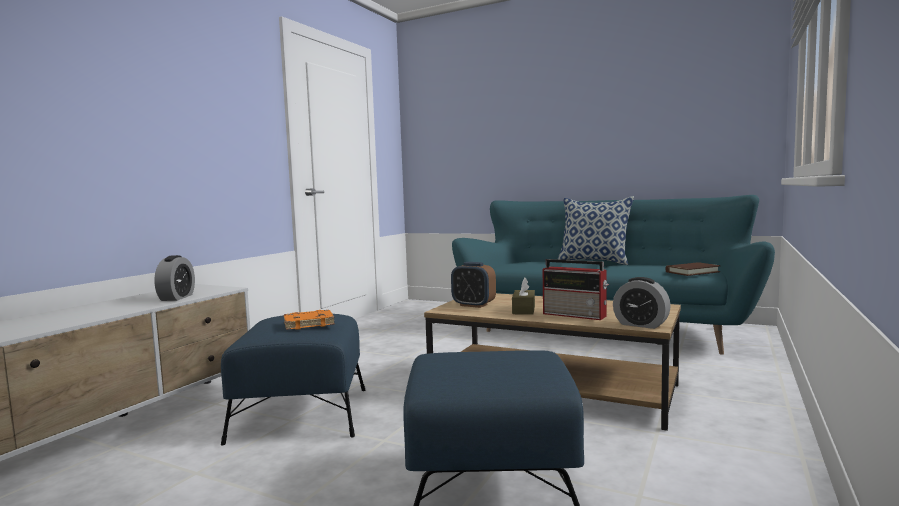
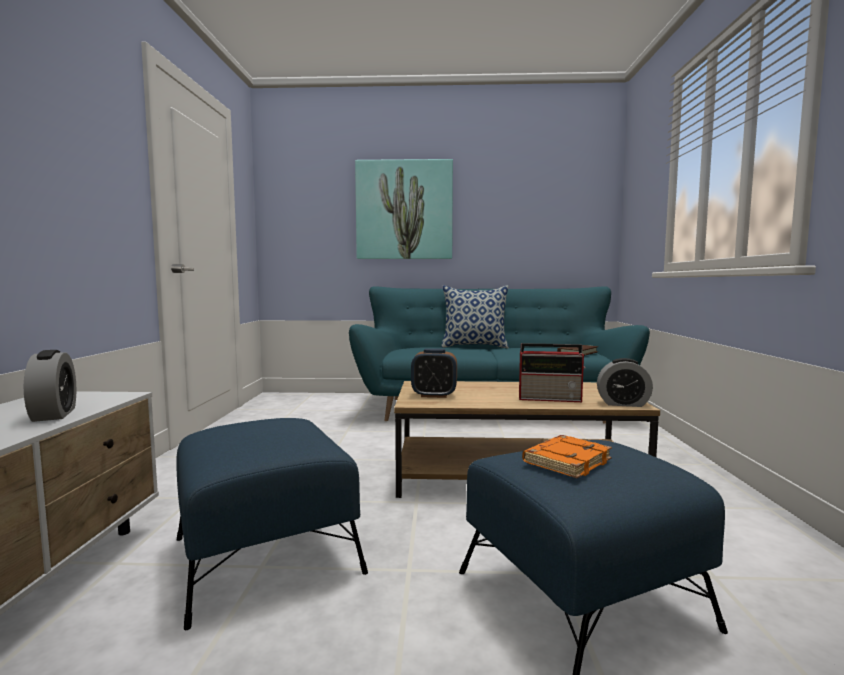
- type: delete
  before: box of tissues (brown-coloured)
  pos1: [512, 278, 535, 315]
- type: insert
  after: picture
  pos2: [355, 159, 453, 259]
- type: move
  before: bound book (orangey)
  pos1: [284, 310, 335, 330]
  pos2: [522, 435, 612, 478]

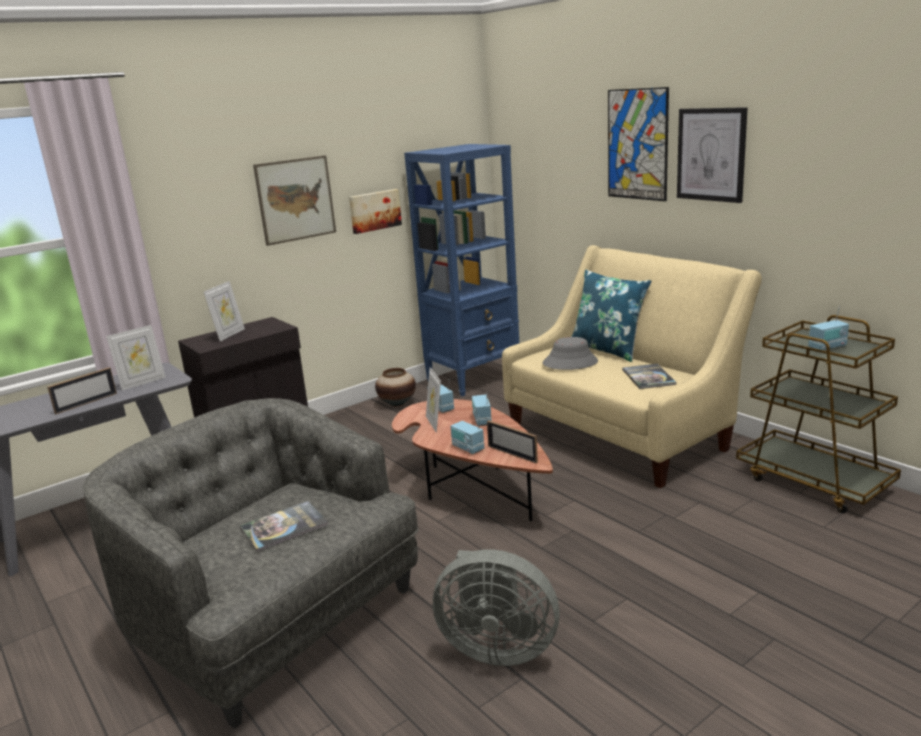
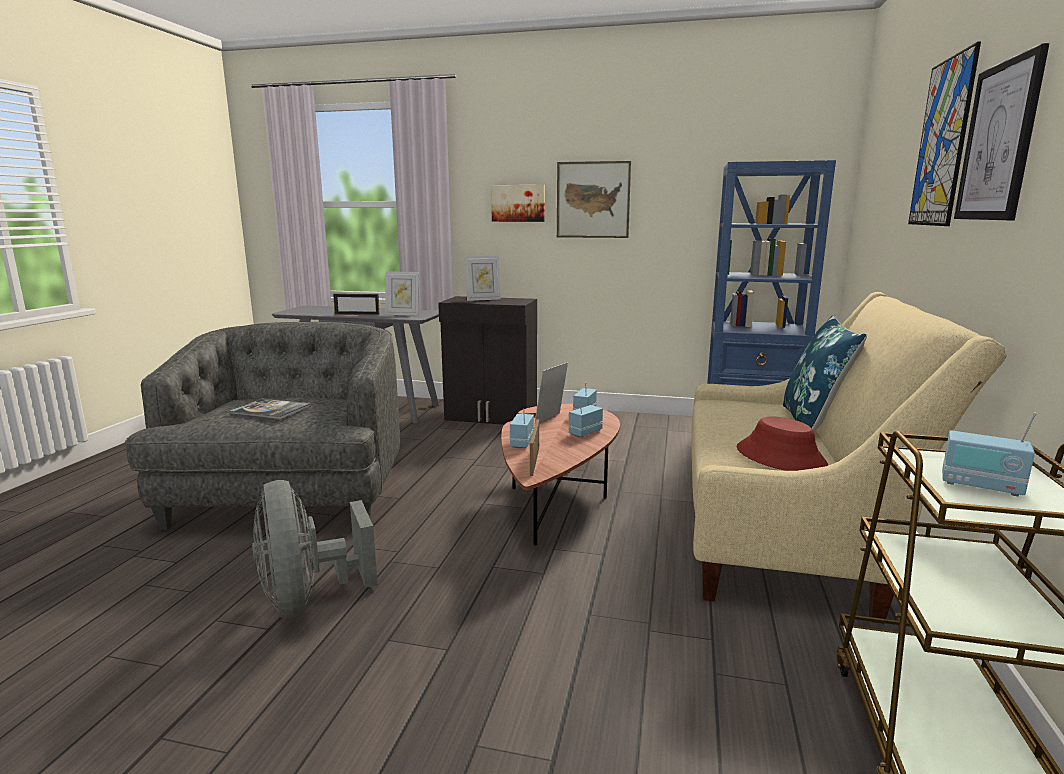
- type: delete
  before: flower vase
  pos1: [375, 368, 416, 406]
- type: delete
  before: hat (greyish)
  pos1: [543, 337, 598, 370]
- type: move
  before: picture
  pos1: [349, 189, 402, 234]
  pos2: [491, 185, 545, 222]
- type: replace
  before: bound book
  after: hat (red)
  pos1: [622, 364, 676, 389]
  pos2: [736, 416, 829, 471]

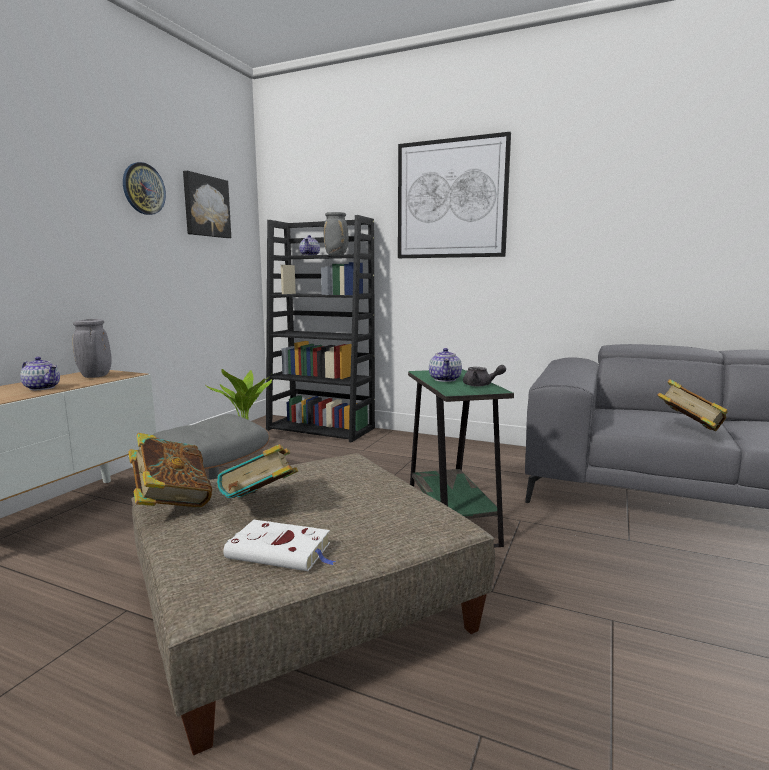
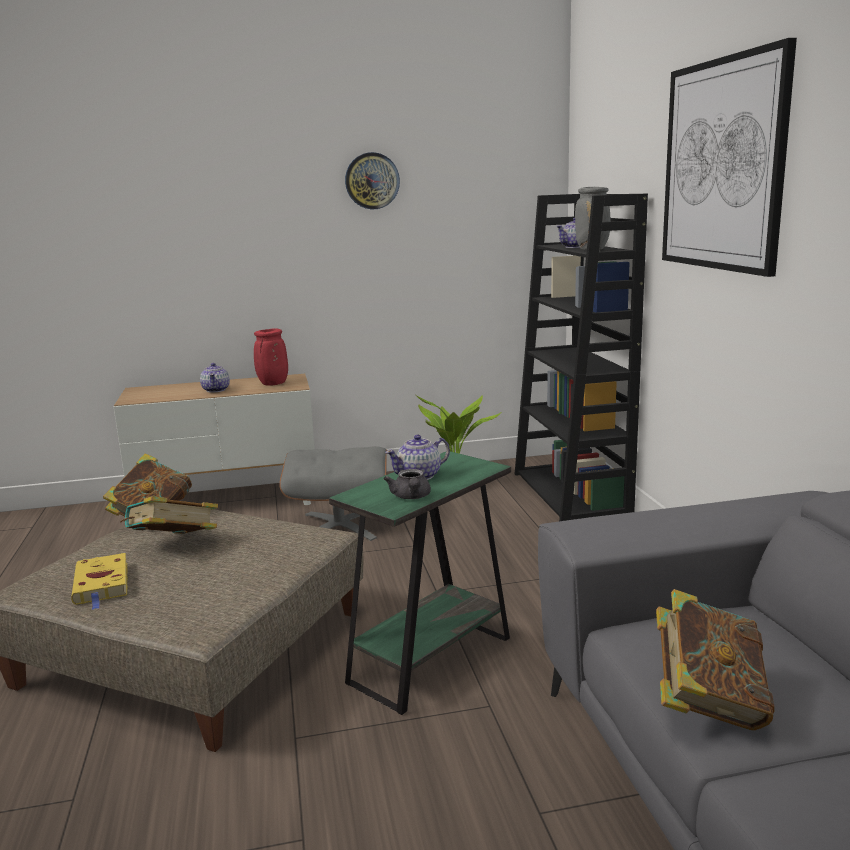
- type: delete
  before: picture
  pos1: [183, 171, 231, 238]
- type: recolor
  before: flower vase (greyish)
  after: flower vase (red)
  pos1: [72, 319, 112, 378]
  pos2: [254, 328, 288, 386]
- type: recolor
  before: bound book (white-coloured)
  after: bound book (yellow-coloured)
  pos1: [223, 520, 336, 571]
  pos2: [71, 553, 128, 610]

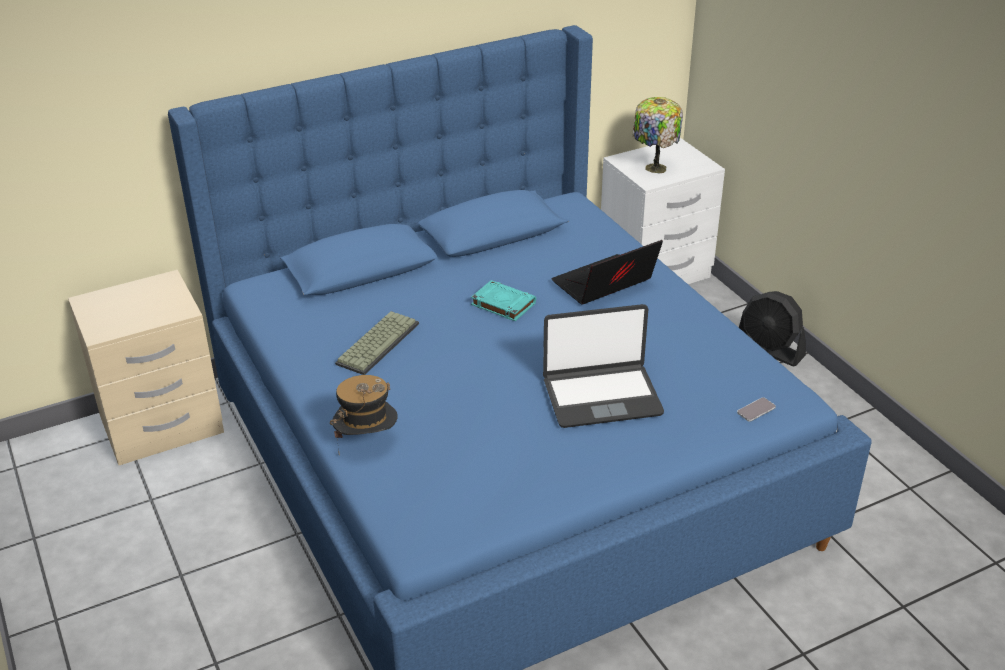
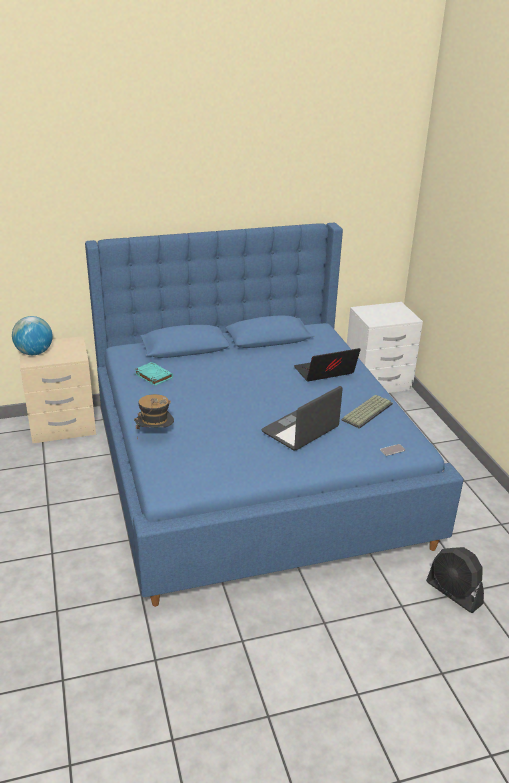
- type: delete
  before: tabletop lamp
  pos1: [632, 97, 683, 173]
- type: insert
  after: globe
  pos2: [12, 316, 53, 355]
- type: move
  before: PC keyboard
  pos1: [335, 311, 419, 375]
  pos2: [342, 395, 393, 429]
- type: move
  before: bound book (blue-green)
  pos1: [471, 280, 536, 321]
  pos2: [135, 362, 173, 386]
- type: move
  before: electric fan (blackish)
  pos1: [739, 291, 806, 366]
  pos2: [426, 547, 484, 613]
- type: rotate
  before: portable computer
  pos1: [543, 304, 664, 428]
  pos2: [261, 386, 343, 451]
  turn: 135

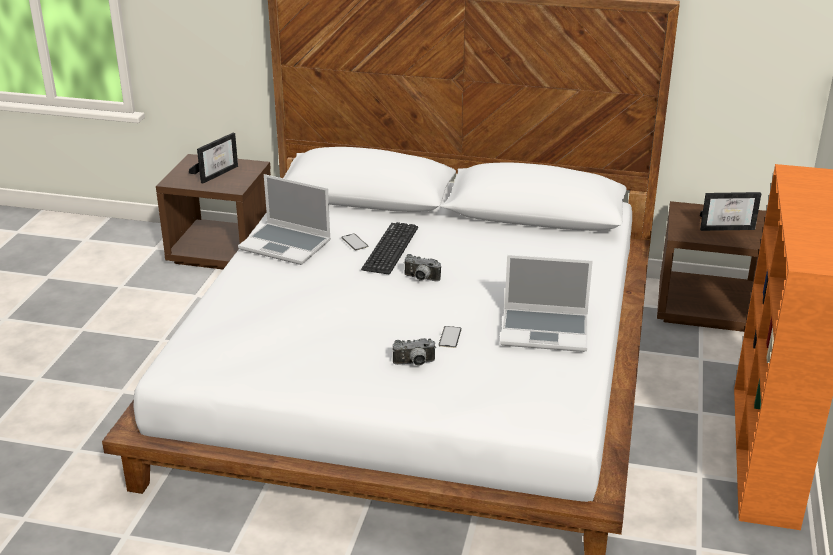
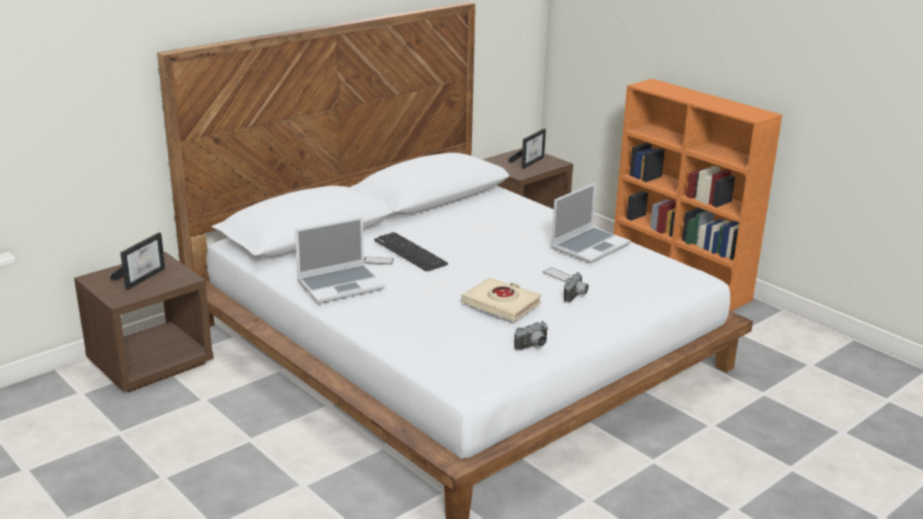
- type: insert
  after: bound book (beige-coloured)
  pos2: [461, 278, 542, 322]
- type: move
  before: photo camera
  pos1: [404, 254, 441, 281]
  pos2: [514, 321, 548, 351]
- type: rotate
  before: standing frame
  pos1: [189, 133, 238, 184]
  pos2: [111, 232, 165, 290]
  turn: 45

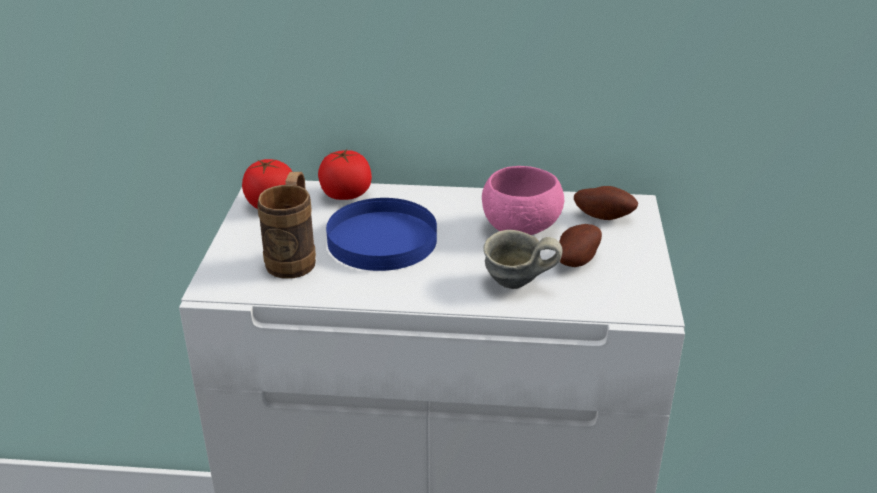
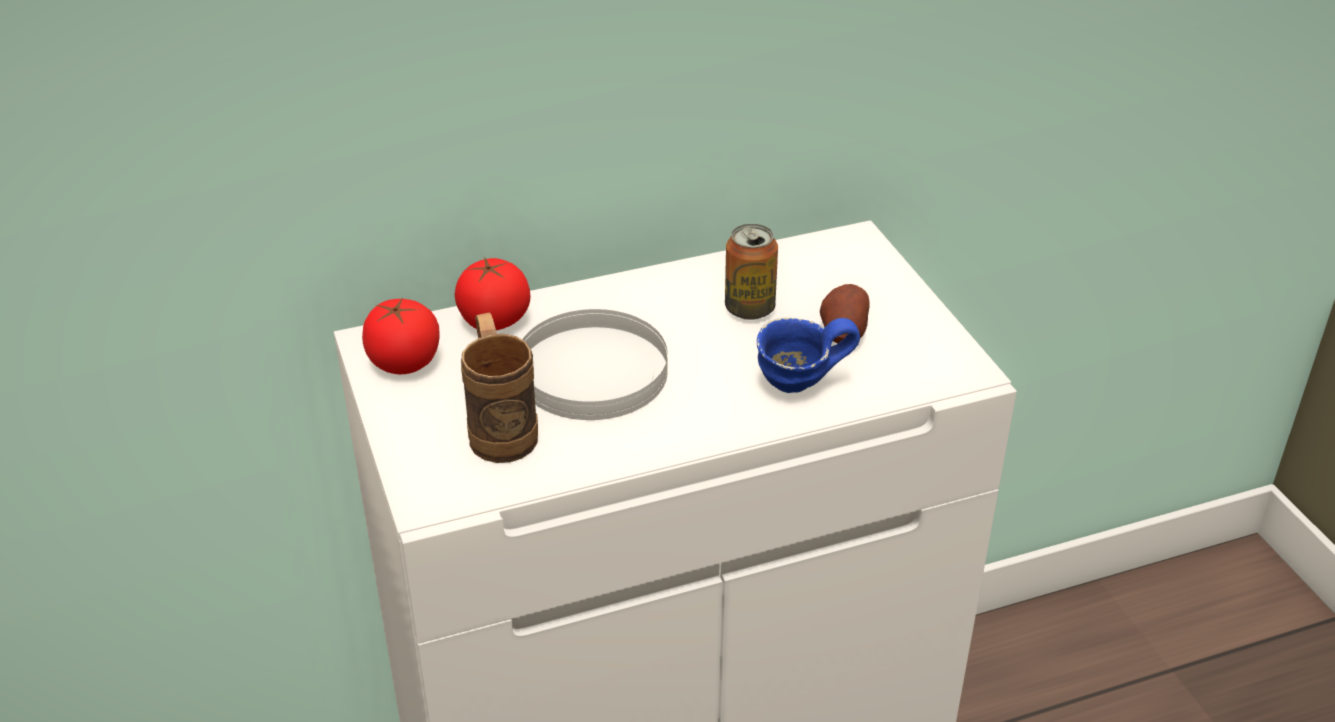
- type: delete
  before: spud
  pos1: [574, 186, 638, 220]
- type: replace
  before: serving bowl (pinkish)
  after: sealed can
  pos1: [482, 166, 564, 235]
  pos2: [725, 224, 778, 320]
- type: recolor
  before: flat dish (bluish)
  after: flat dish (white-coloured)
  pos1: [326, 198, 437, 271]
  pos2: [522, 309, 668, 420]
- type: recolor
  before: mug (greyish)
  after: mug (bluish)
  pos1: [483, 230, 563, 289]
  pos2: [757, 318, 860, 393]

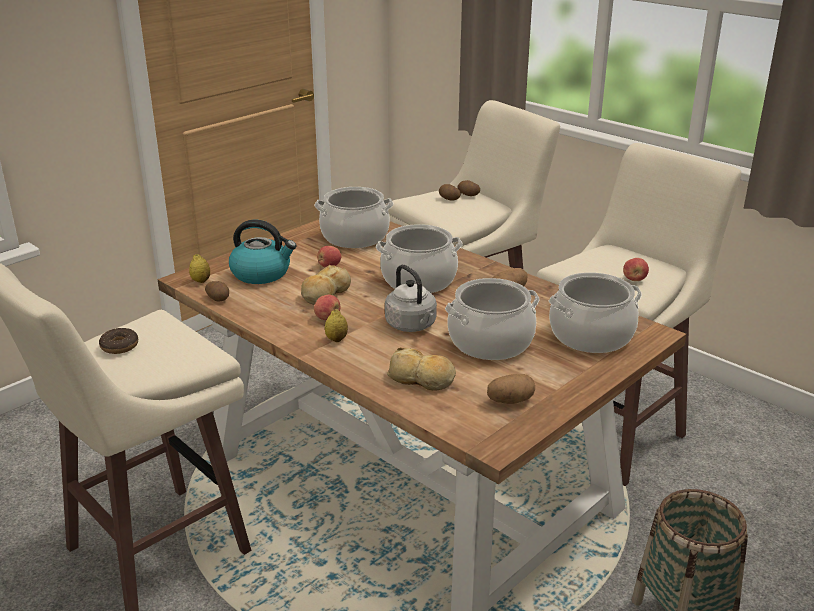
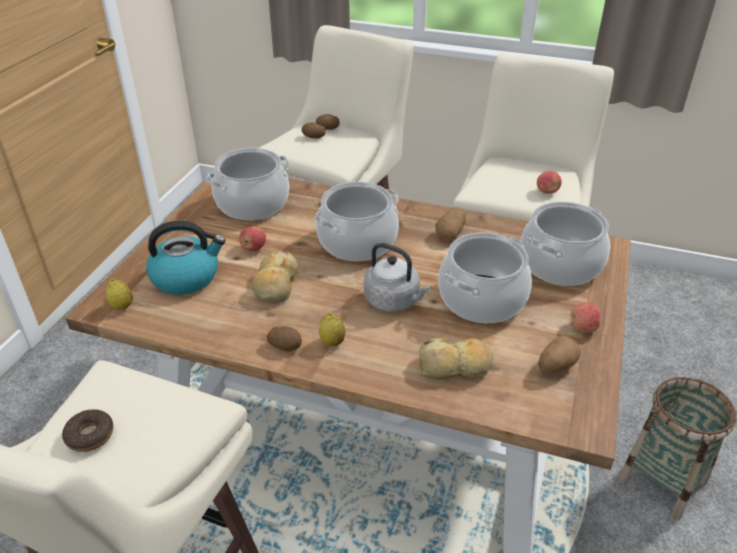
- type: move
  before: spud
  pos1: [205, 281, 229, 301]
  pos2: [267, 326, 302, 351]
- type: move
  before: whole apple
  pos1: [314, 295, 340, 320]
  pos2: [571, 303, 601, 333]

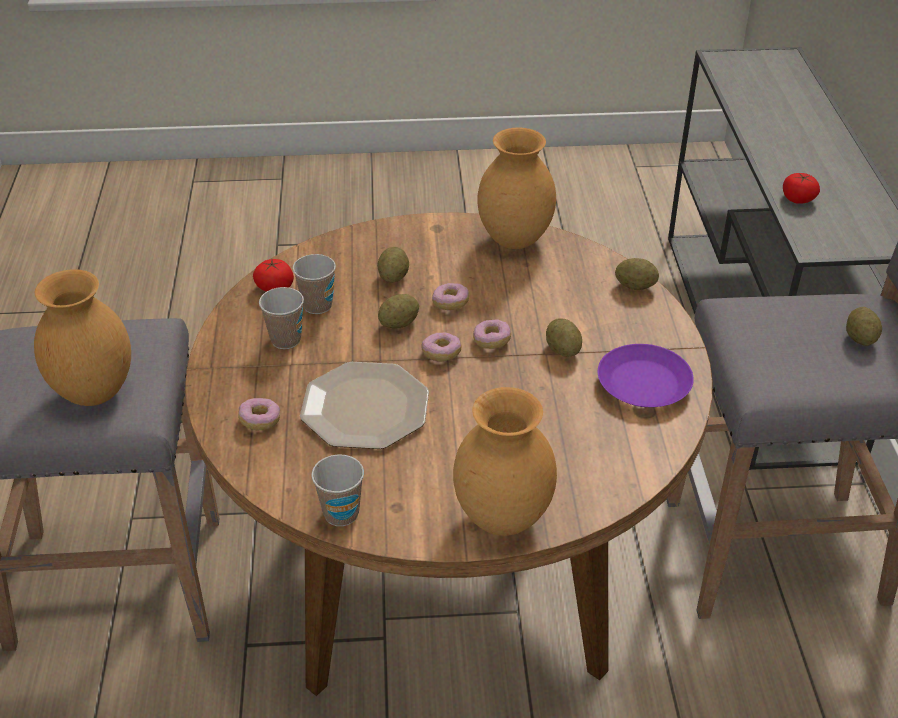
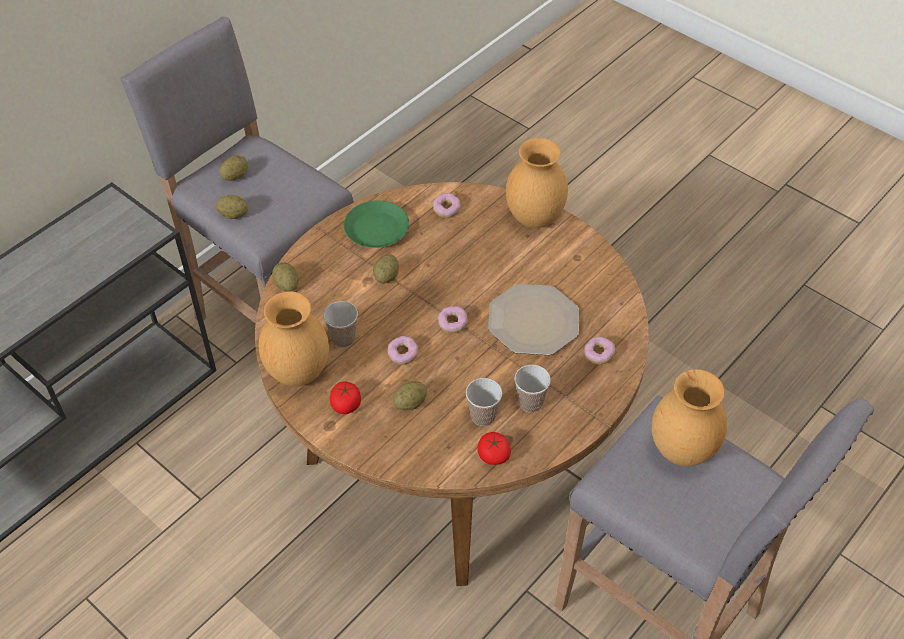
- type: move
  before: small cup
  pos1: [311, 454, 364, 526]
  pos2: [323, 301, 358, 348]
- type: move
  before: spud
  pos1: [378, 294, 419, 329]
  pos2: [216, 195, 248, 219]
- type: move
  before: donut
  pos1: [473, 319, 511, 349]
  pos2: [433, 193, 461, 218]
- type: move
  before: tomato
  pos1: [783, 173, 820, 204]
  pos2: [330, 382, 361, 414]
- type: recolor
  before: flat dish (purple)
  after: flat dish (green)
  pos1: [598, 344, 694, 407]
  pos2: [344, 200, 409, 248]

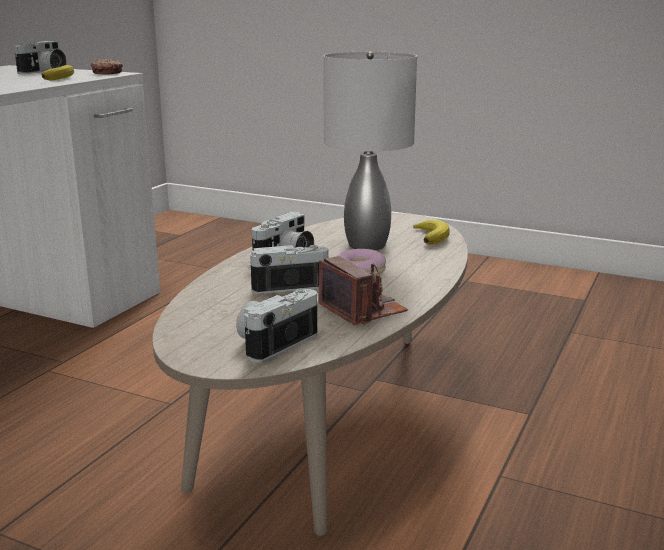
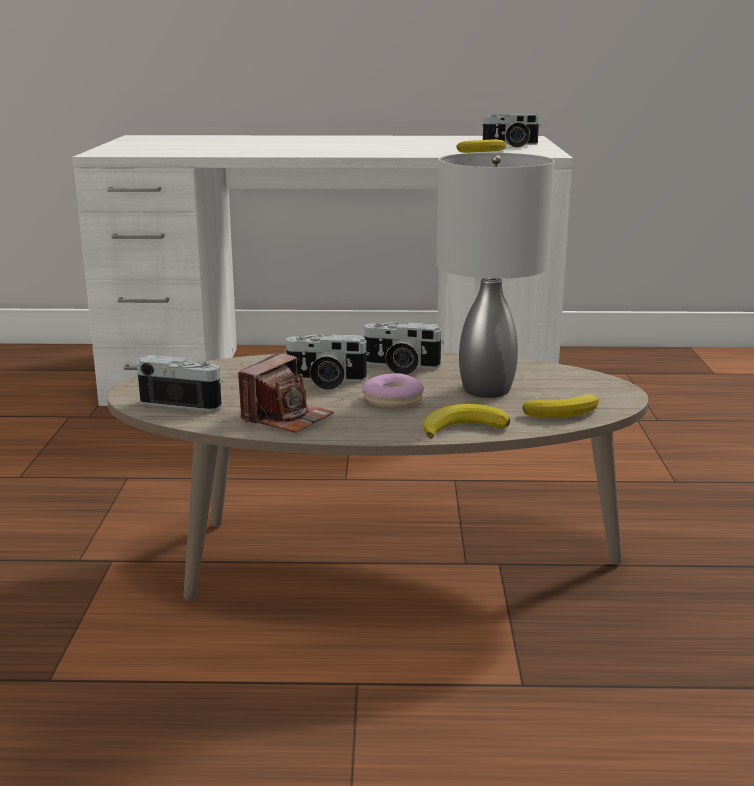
- type: delete
  before: donut
  pos1: [91, 59, 123, 75]
- type: insert
  after: banana fruit
  pos2: [423, 404, 510, 439]
- type: rotate
  before: photo camera
  pos1: [248, 245, 329, 294]
  pos2: [284, 334, 370, 390]
  turn: 135

